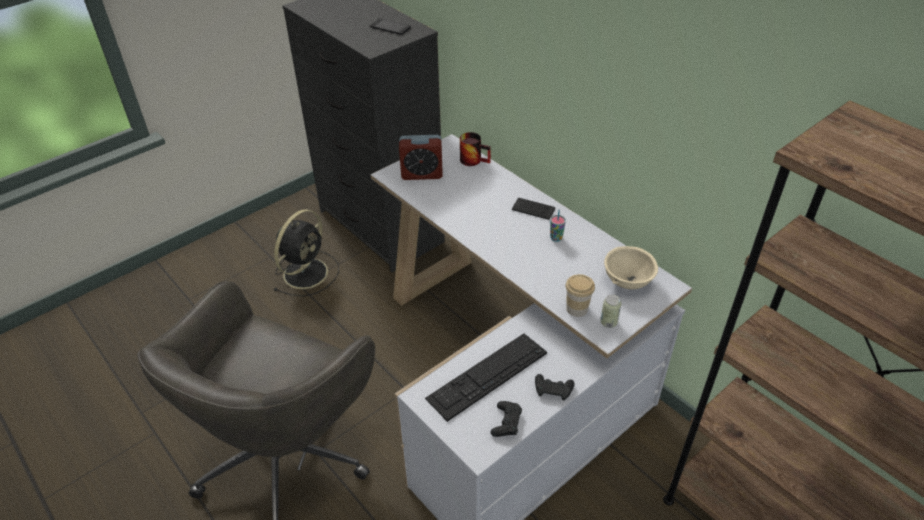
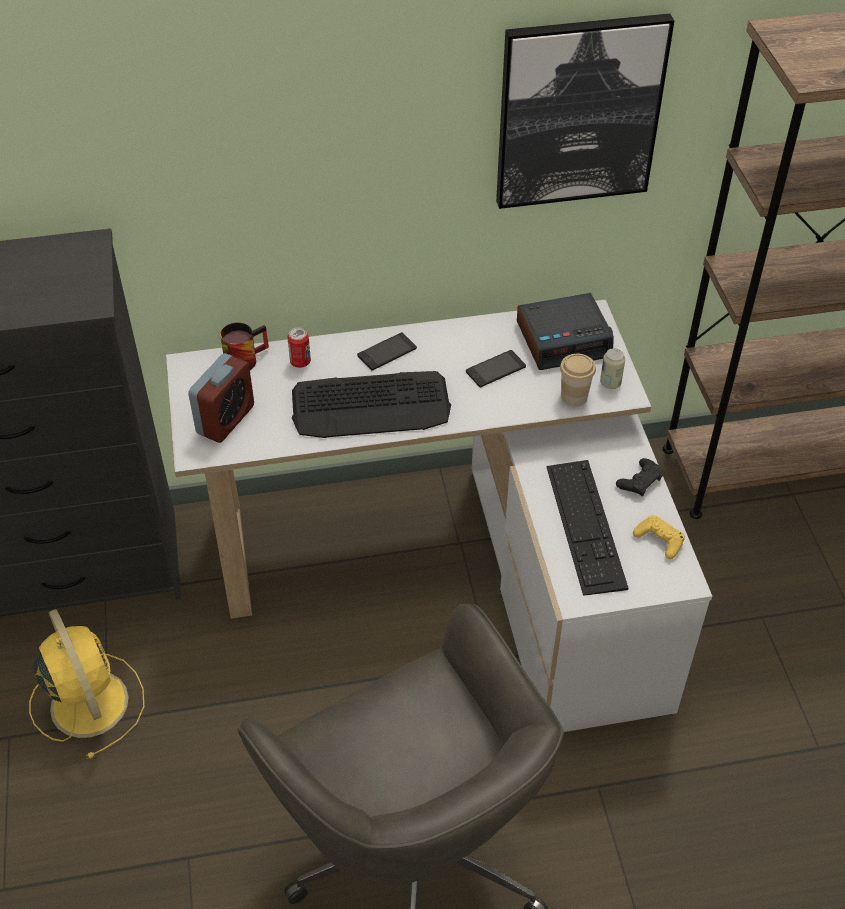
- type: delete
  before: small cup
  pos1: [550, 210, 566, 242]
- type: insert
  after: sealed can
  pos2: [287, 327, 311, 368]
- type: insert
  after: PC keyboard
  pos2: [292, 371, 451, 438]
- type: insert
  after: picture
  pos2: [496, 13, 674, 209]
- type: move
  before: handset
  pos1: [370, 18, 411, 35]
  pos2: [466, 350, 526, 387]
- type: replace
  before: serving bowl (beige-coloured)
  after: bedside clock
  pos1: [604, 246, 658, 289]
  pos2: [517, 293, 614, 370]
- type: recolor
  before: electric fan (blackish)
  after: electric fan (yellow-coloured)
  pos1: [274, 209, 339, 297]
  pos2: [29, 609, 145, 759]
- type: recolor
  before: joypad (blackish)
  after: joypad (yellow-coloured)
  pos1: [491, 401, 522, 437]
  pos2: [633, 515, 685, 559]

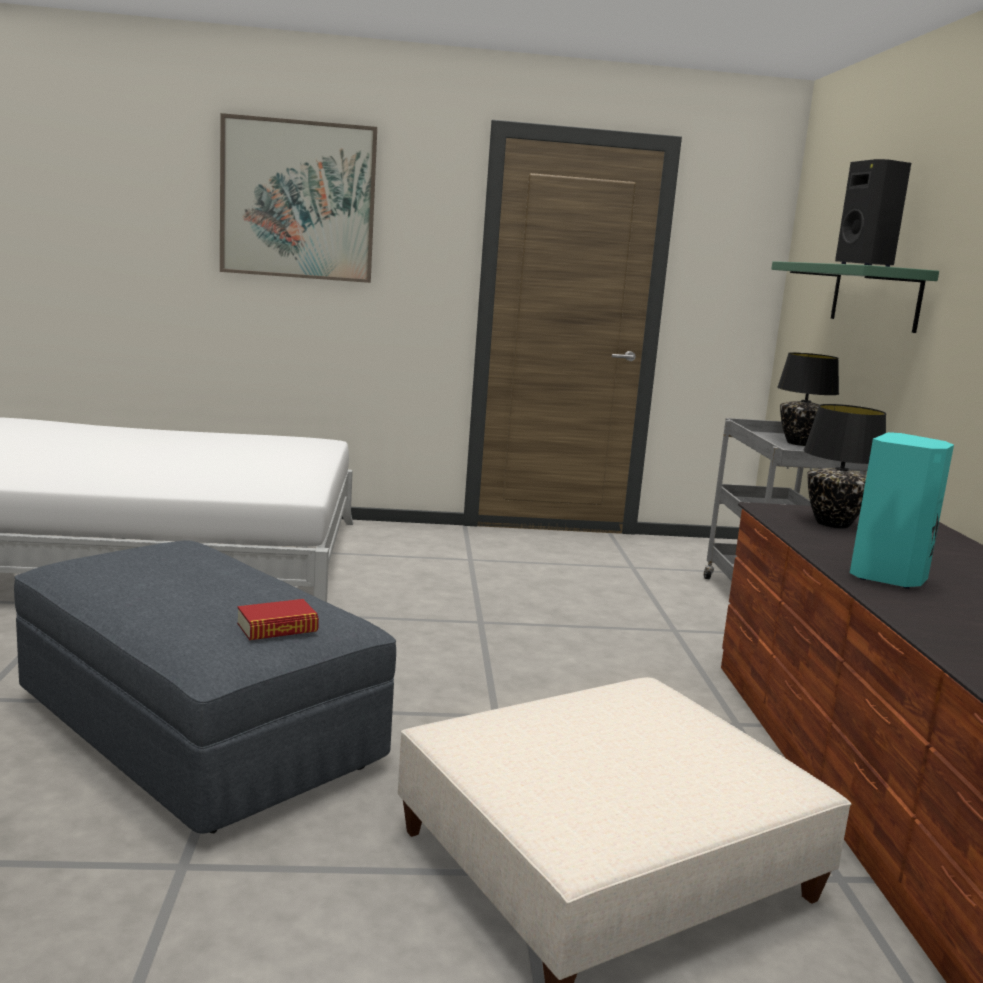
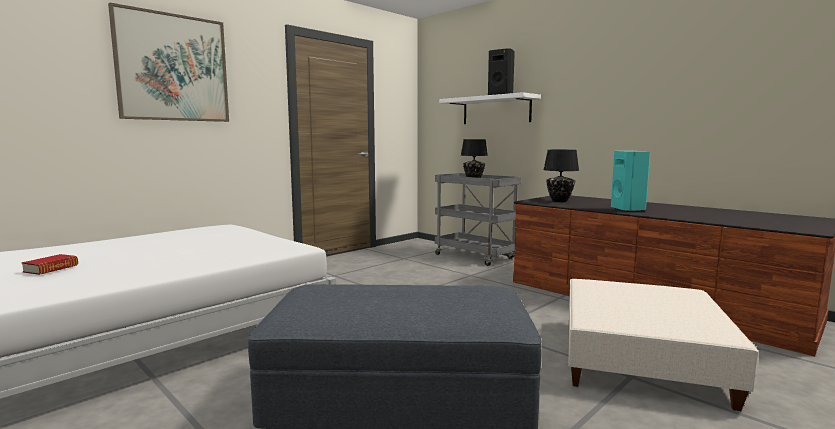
- type: move
  before: bound book
  pos1: [237, 599, 319, 640]
  pos2: [22, 254, 78, 275]
- type: recolor
  before: wall shelf (green)
  after: wall shelf (white-coloured)
  pos1: [771, 261, 939, 333]
  pos2: [439, 92, 541, 124]

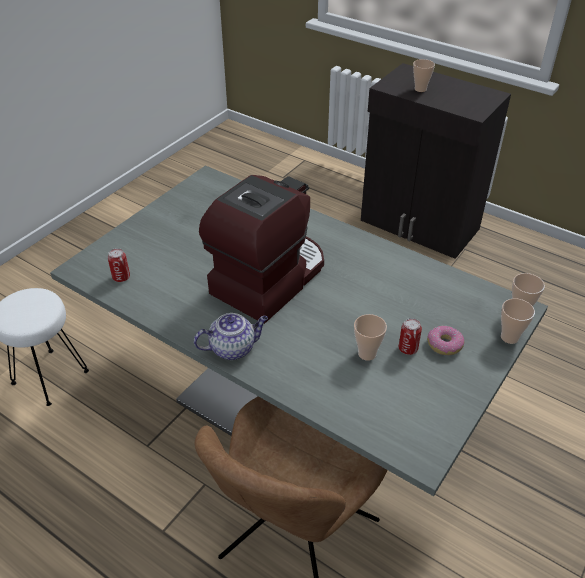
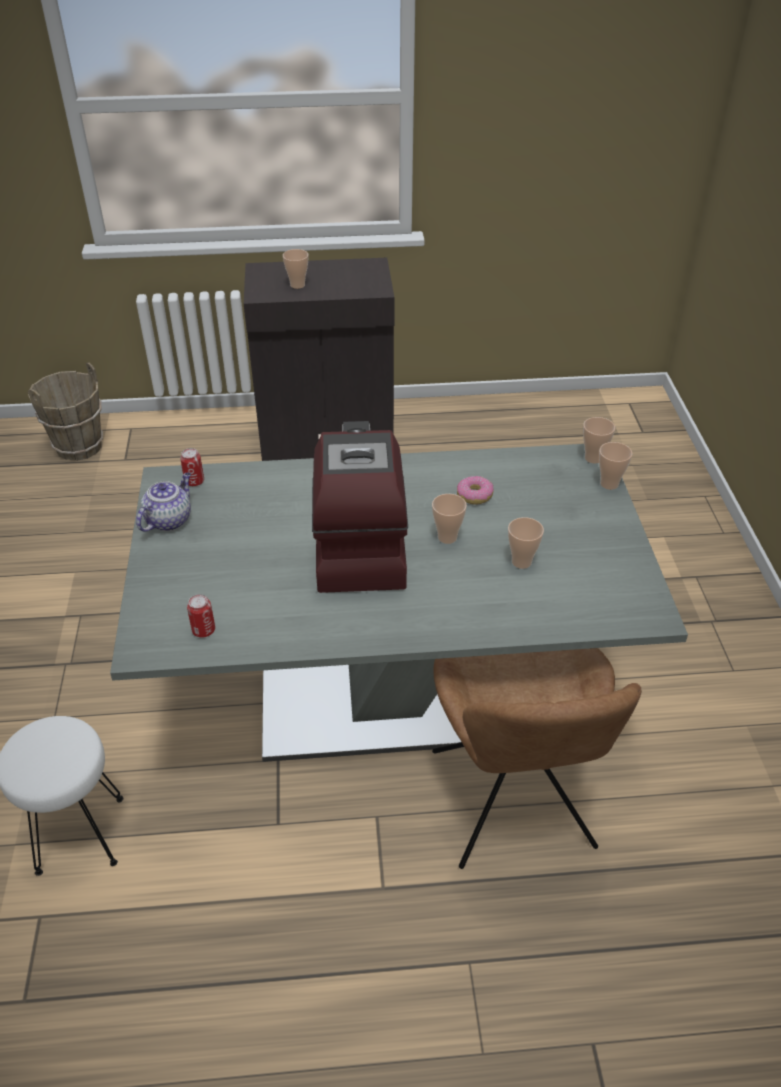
- type: insert
  after: water bucket (brown-coloured)
  pos2: [28, 363, 103, 461]
- type: insert
  after: small cup
  pos2: [432, 494, 467, 544]
- type: move
  before: teapot
  pos1: [194, 313, 268, 360]
  pos2: [136, 472, 191, 532]
- type: move
  before: sealed can
  pos1: [398, 318, 422, 355]
  pos2: [180, 448, 204, 486]
- type: move
  before: donut
  pos1: [427, 326, 464, 355]
  pos2: [457, 476, 494, 505]

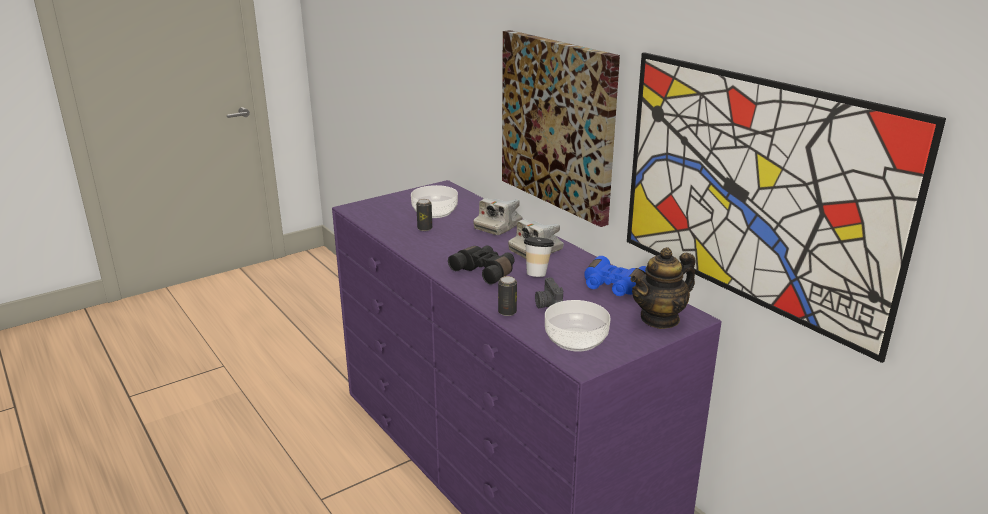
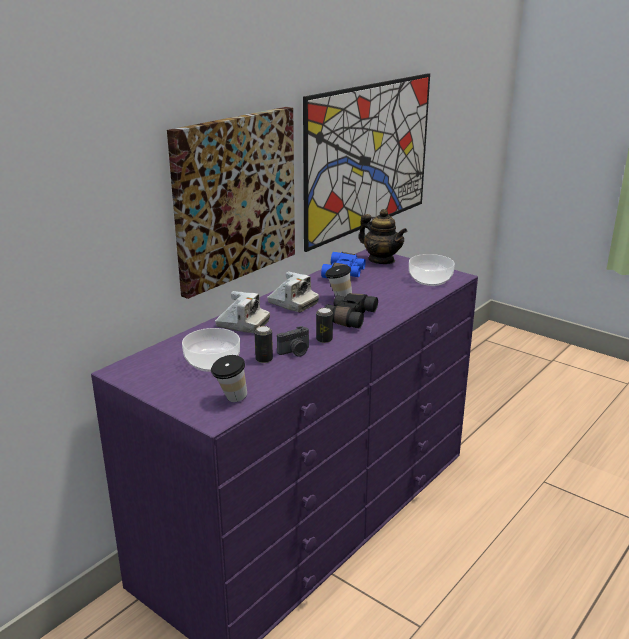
- type: insert
  after: small cup
  pos2: [211, 355, 247, 402]
- type: move
  before: sealed can
  pos1: [498, 276, 517, 316]
  pos2: [316, 308, 333, 343]
- type: move
  before: photo camera
  pos1: [535, 277, 563, 308]
  pos2: [277, 326, 309, 357]

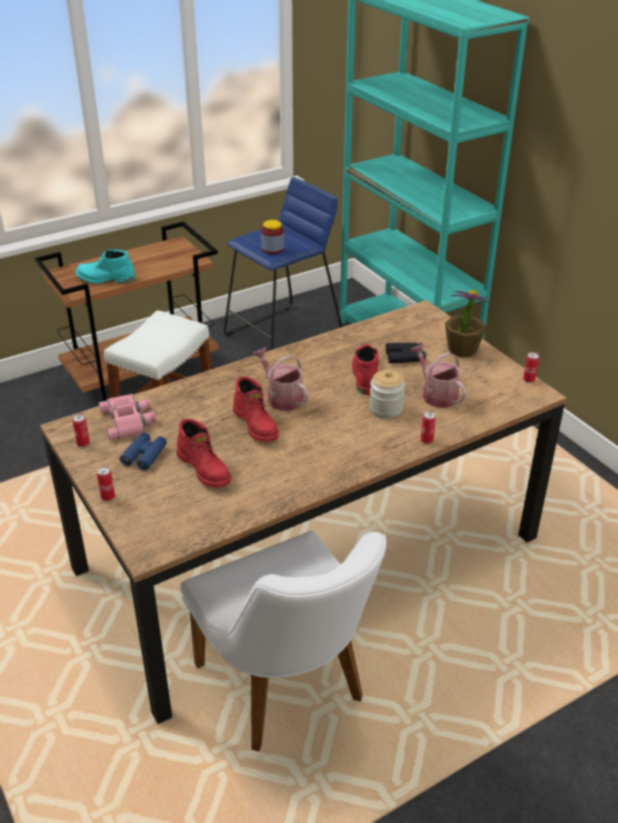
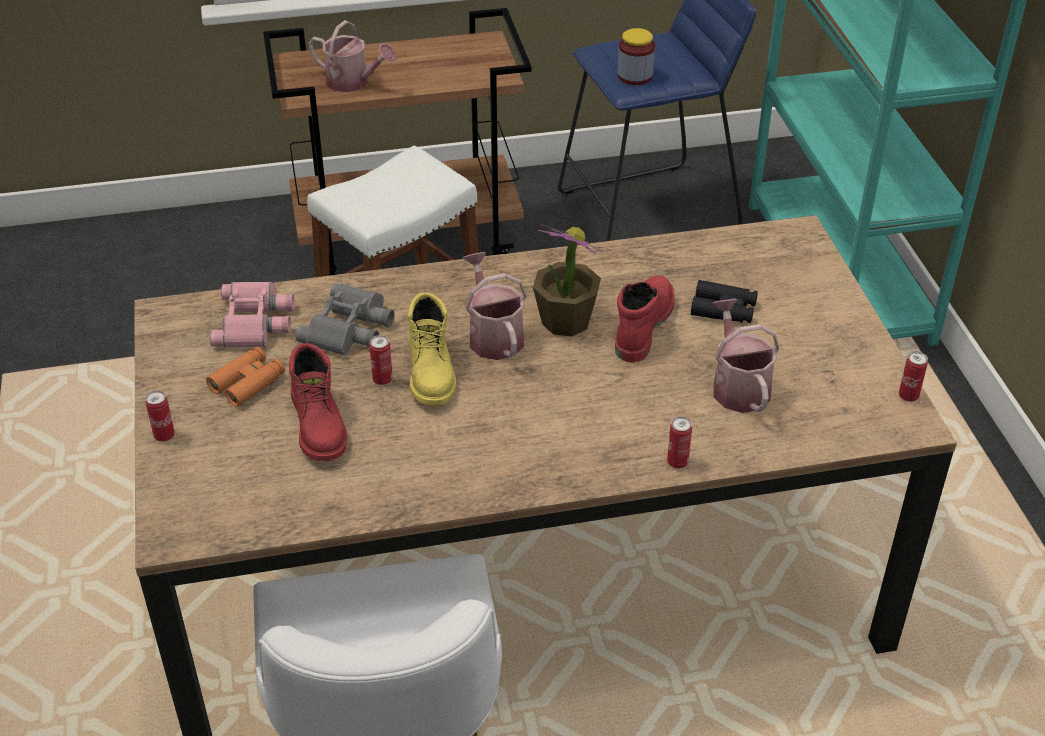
- type: delete
  before: jar
  pos1: [369, 370, 405, 418]
- type: insert
  after: binoculars (greyish)
  pos2: [295, 283, 395, 356]
- type: move
  before: sealed can
  pos1: [72, 414, 90, 447]
  pos2: [369, 335, 393, 385]
- type: move
  before: houseplant
  pos1: [445, 290, 489, 358]
  pos2: [533, 224, 603, 337]
- type: replace
  before: boot (blue-green)
  after: watering can
  pos1: [76, 249, 136, 284]
  pos2: [308, 20, 396, 92]
- type: recolor
  before: binoculars (bluish)
  after: binoculars (orangey)
  pos1: [120, 432, 167, 471]
  pos2: [206, 347, 285, 407]
- type: recolor
  before: boot (red)
  after: boot (yellow-coloured)
  pos1: [233, 376, 279, 442]
  pos2: [408, 292, 456, 405]

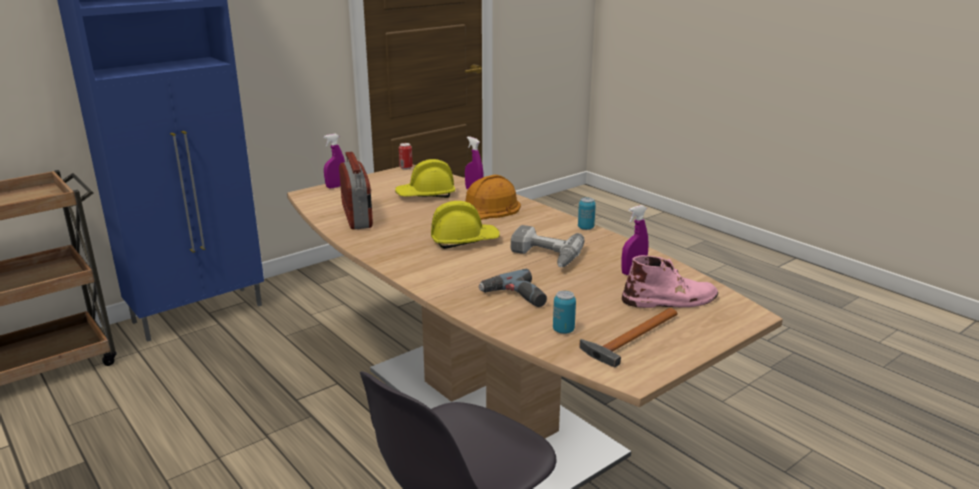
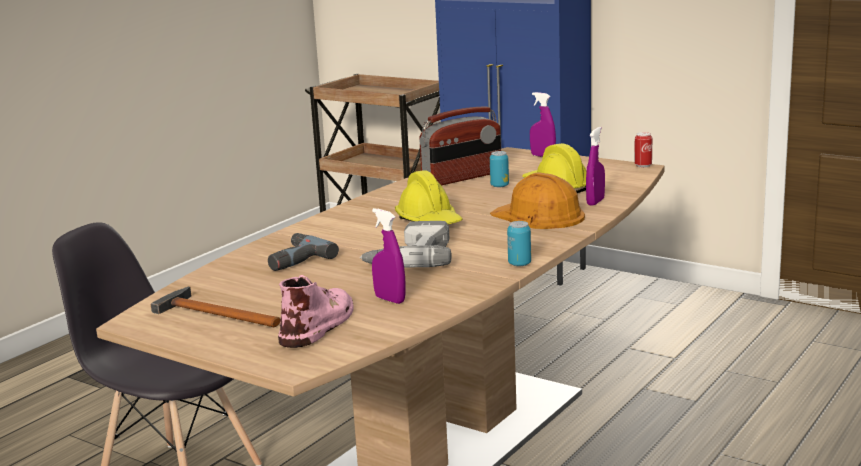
- type: move
  before: sealed can
  pos1: [553, 291, 576, 334]
  pos2: [490, 151, 509, 187]
- type: rotate
  before: boot (pinkish)
  pos1: [622, 255, 718, 308]
  pos2: [278, 275, 354, 348]
  turn: -135

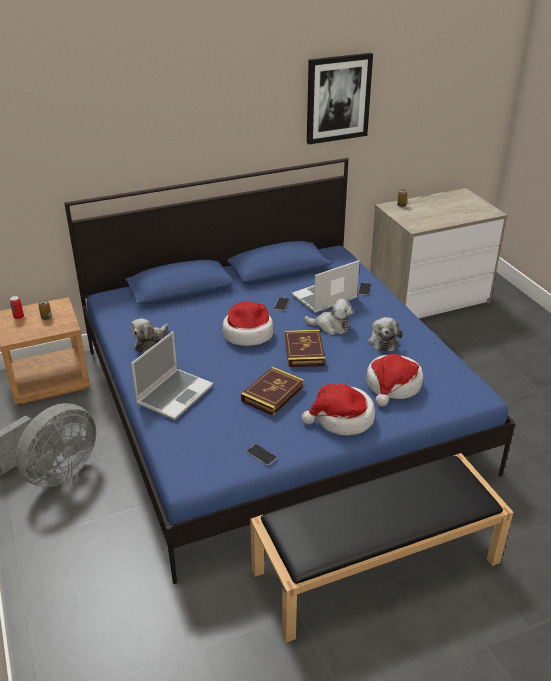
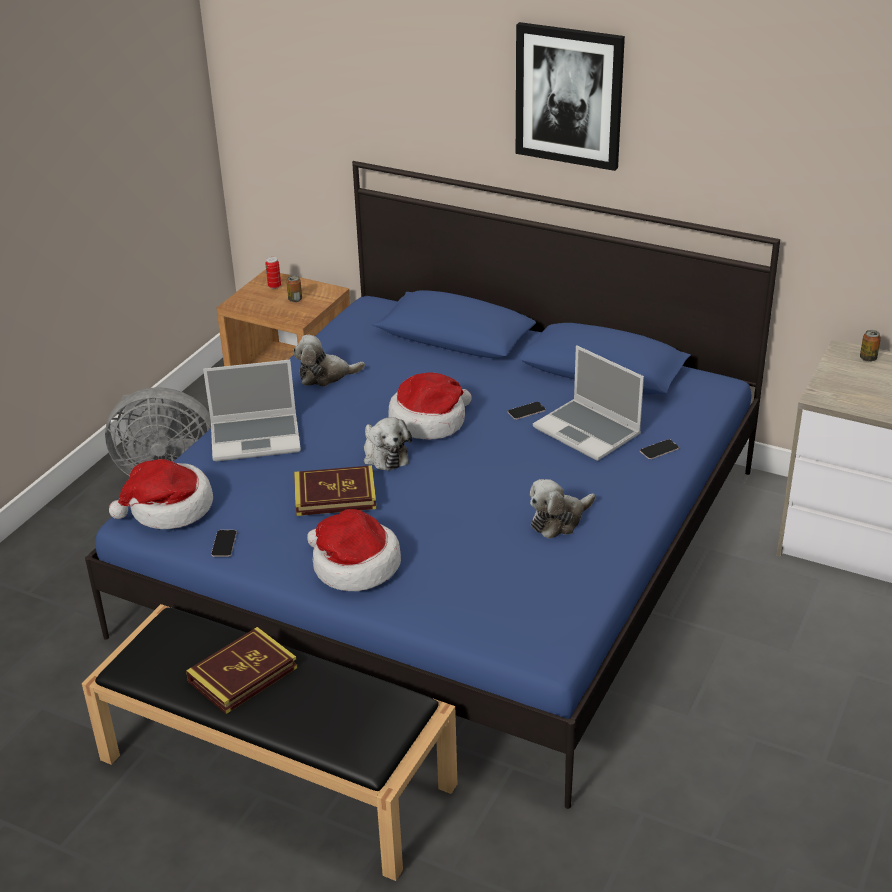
- type: move
  before: bound book
  pos1: [285, 330, 325, 367]
  pos2: [186, 627, 298, 714]
- type: move
  before: plush toy
  pos1: [304, 298, 353, 335]
  pos2: [364, 417, 412, 471]
- type: move
  before: picture
  pos1: [307, 53, 373, 144]
  pos2: [516, 22, 625, 171]
- type: move
  before: hat
  pos1: [366, 354, 423, 407]
  pos2: [109, 459, 213, 529]
- type: rotate
  before: portable computer
  pos1: [291, 260, 359, 313]
  pos2: [533, 345, 644, 461]
  turn: -150

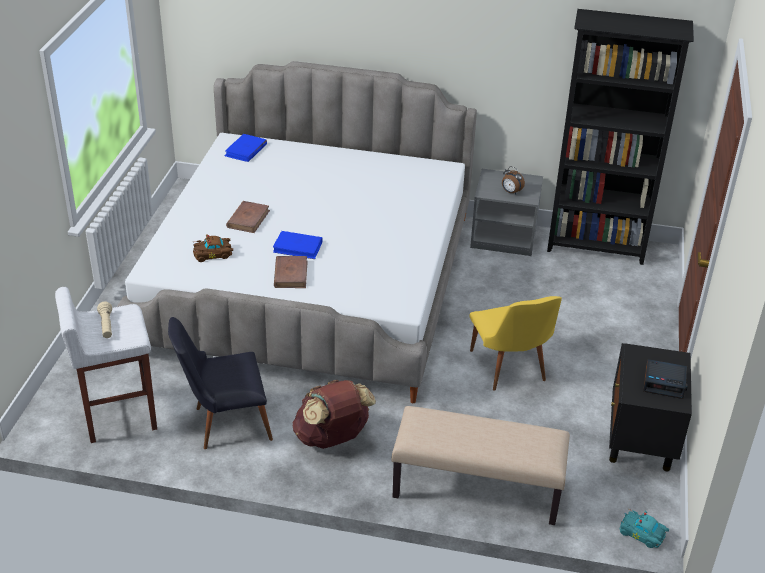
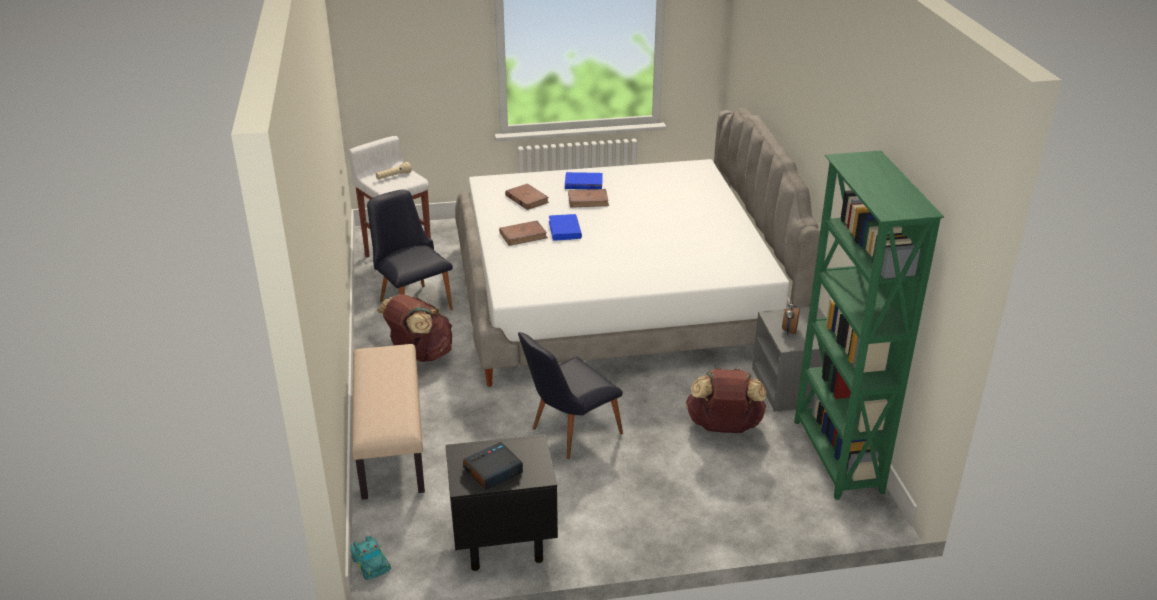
- type: insert
  after: knapsack (brown-coloured)
  pos2: [686, 368, 766, 433]
- type: move
  before: bound book (bluish)
  pos1: [225, 134, 267, 162]
  pos2: [565, 172, 603, 189]
- type: replace
  before: miniature car (brown-coloured)
  after: bound book (brown-coloured)
  pos1: [193, 234, 233, 262]
  pos2: [505, 184, 549, 210]
- type: recolor
  before: plain chair (yellow-coloured)
  after: plain chair (blackish)
  pos1: [470, 296, 562, 391]
  pos2: [518, 332, 623, 459]
- type: recolor
  before: bookcase (blackish)
  after: bookcase (green)
  pos1: [547, 9, 694, 265]
  pos2: [794, 151, 944, 500]
- type: rotate
  before: miniature car (blue-green)
  pos1: [620, 509, 669, 548]
  pos2: [350, 536, 391, 580]
  turn: 135
- type: rotate
  before: bedside clock
  pos1: [643, 359, 688, 399]
  pos2: [463, 442, 523, 490]
  turn: 60

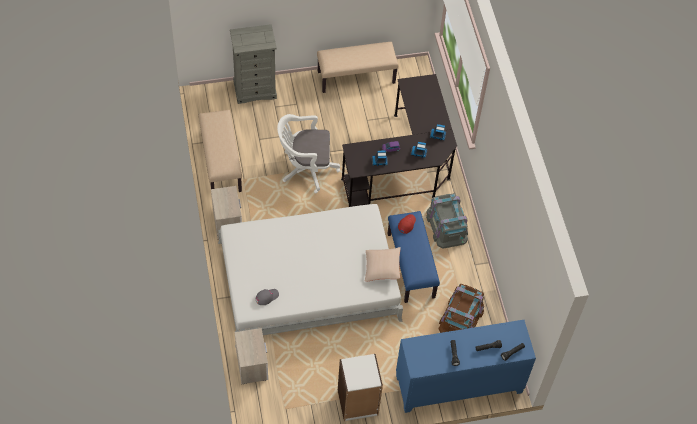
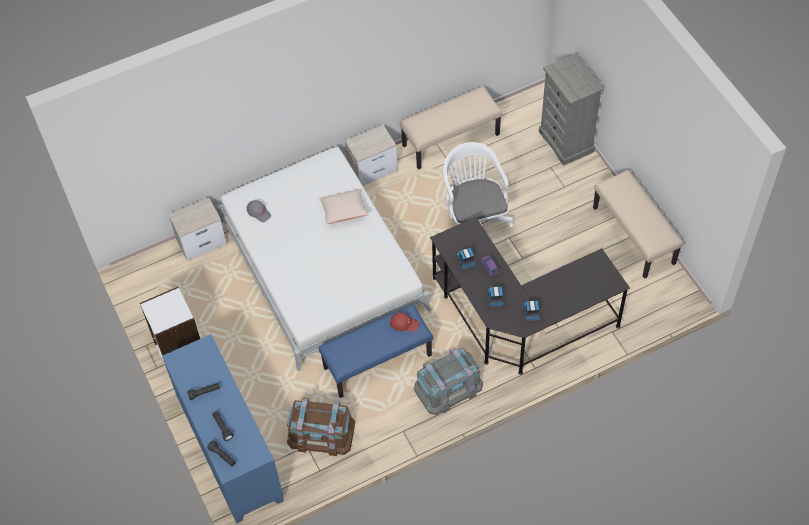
- type: move
  before: throw pillow (beige-coloured)
  pos1: [365, 247, 401, 282]
  pos2: [319, 189, 369, 224]

